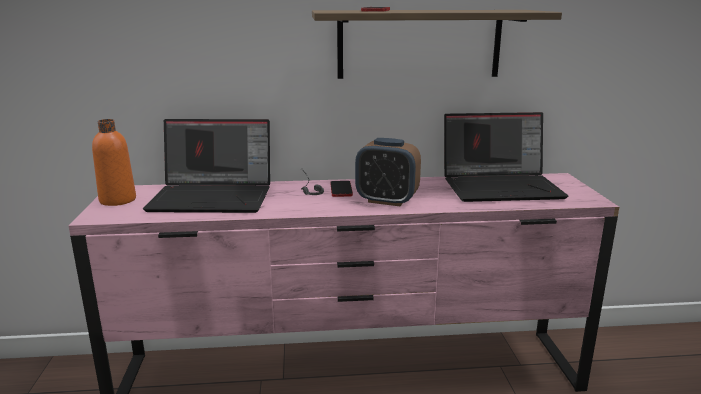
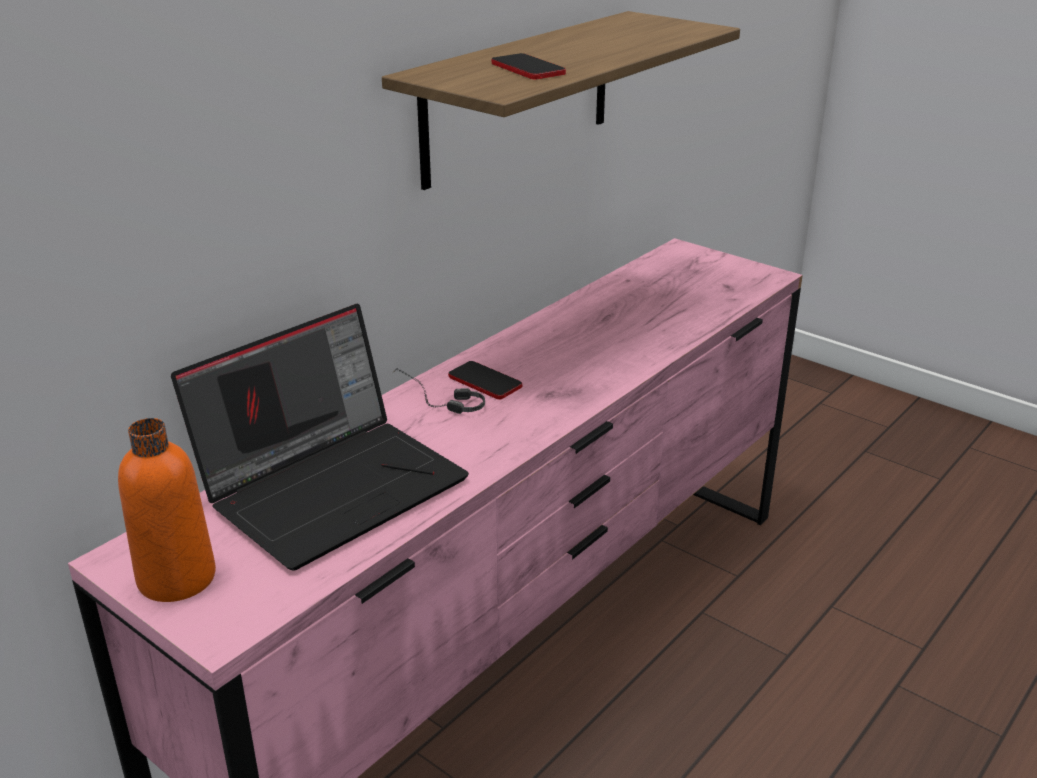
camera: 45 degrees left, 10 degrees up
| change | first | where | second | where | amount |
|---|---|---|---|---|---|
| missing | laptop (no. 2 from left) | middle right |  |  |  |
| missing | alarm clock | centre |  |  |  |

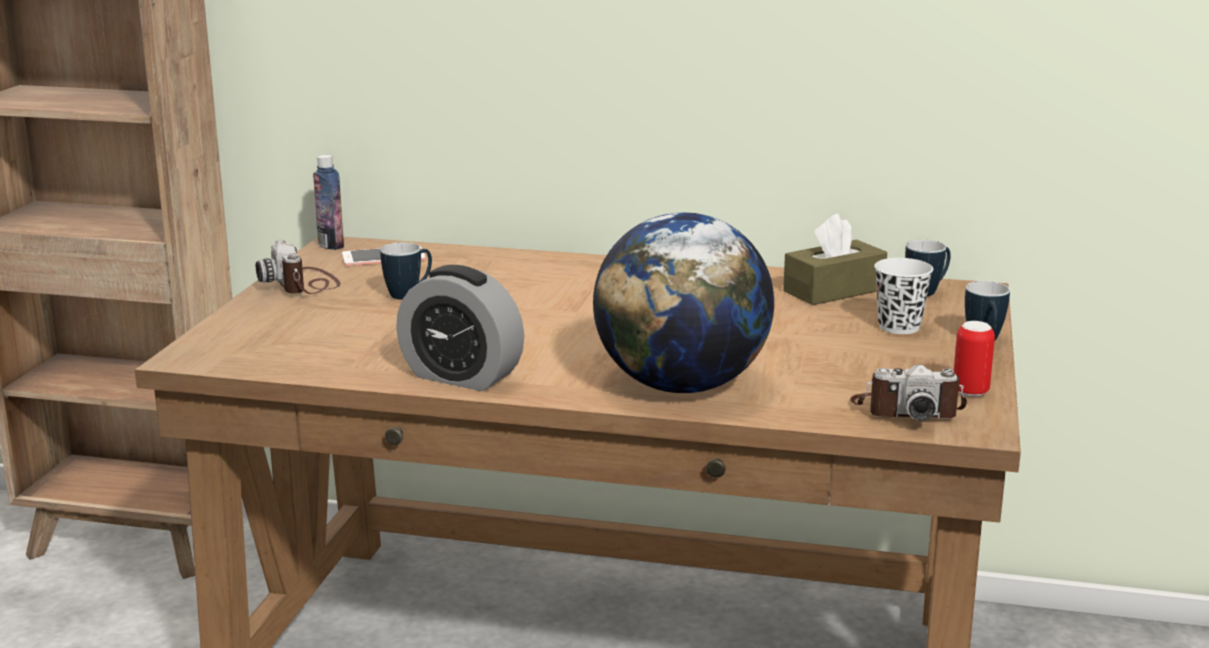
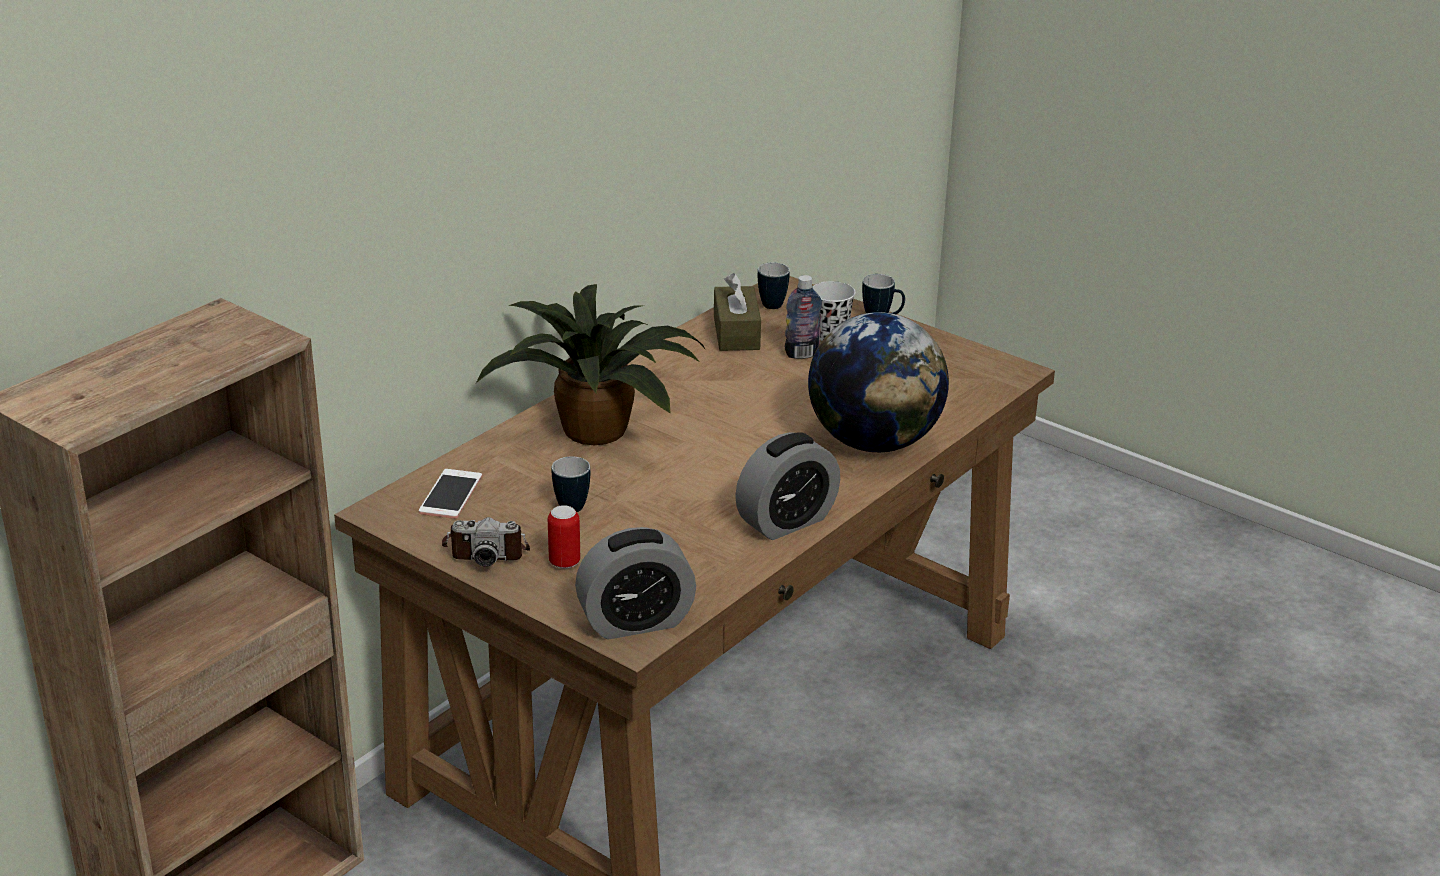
camera: 65 degrees left, 10 degrees up
| change | first | where | second | where | amount |
|---|---|---|---|---|---|
| relocated | bottle | top left |  | centre |  |
| relocated | can | middle right |  | centre |  |
| missing | photo camera (no. 2 from left) | middle right |  |  |  |
| appeared |  |  | potted plant | centre |  |
| appeared |  |  | alarm clock (no. 1 from left) | centre |  |

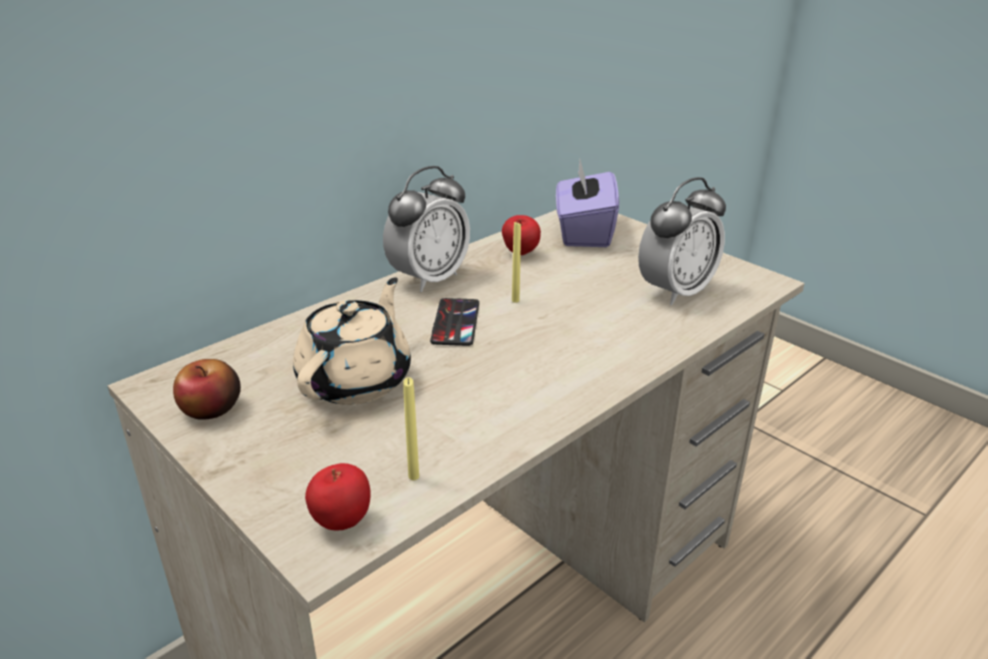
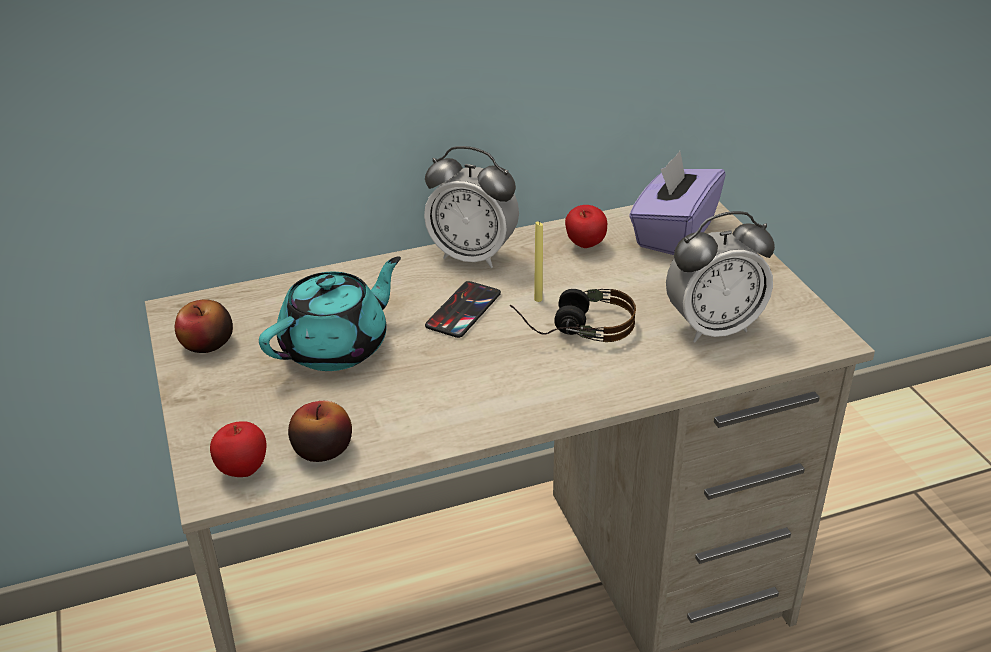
camera: 25 degrees right, 5 degrees up
| change | first | where | second | where | amount |
|---|---|---|---|---|---|
| spun | alarm clock (no. 1 from left) | centre |  | top centre | 45 degrees clockwise |
| colour | beige teapot | centre | turquoise teapot | middle left |  |
| exchanged | yellow candle (no. 1 from left) | centre | apple (no. 3 from left) | middle left |  |
| appeared |  |  | headphones | centre |  |

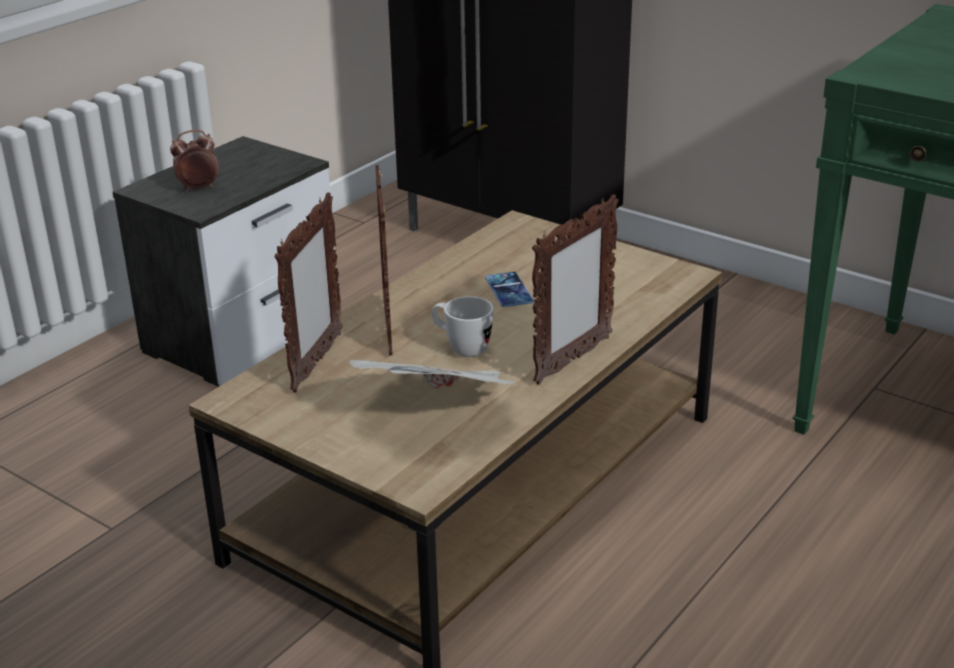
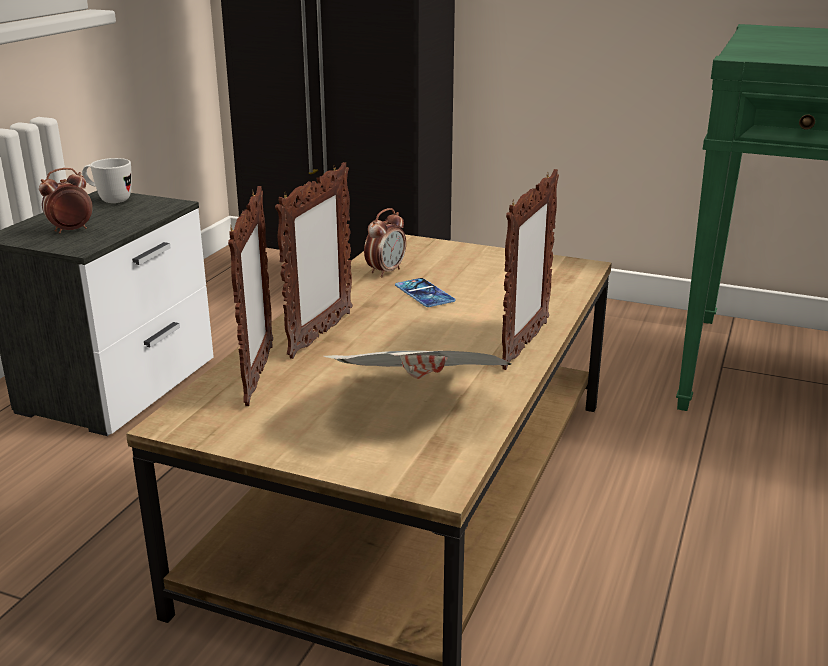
camera: 15 degrees left, 5 degrees down
| change | first | where | second | where | amount |
|---|---|---|---|---|---|
| spun | picture frame (no. 2 from left) | centre |  | centre | 135 degrees counterclockwise |
| relocated | white mug | centre |  | top left |  |
| appeared |  |  | alarm clock (no. 2 from left) | centre |  |

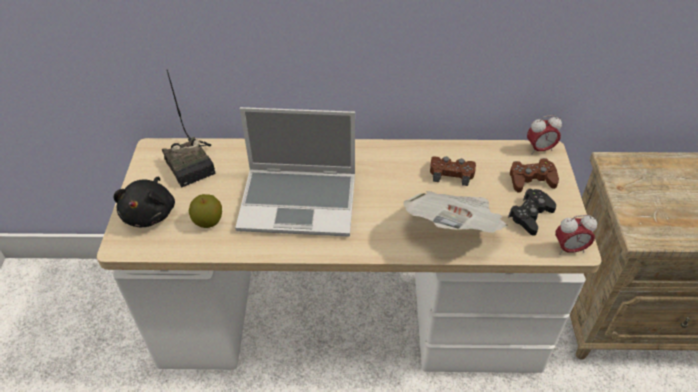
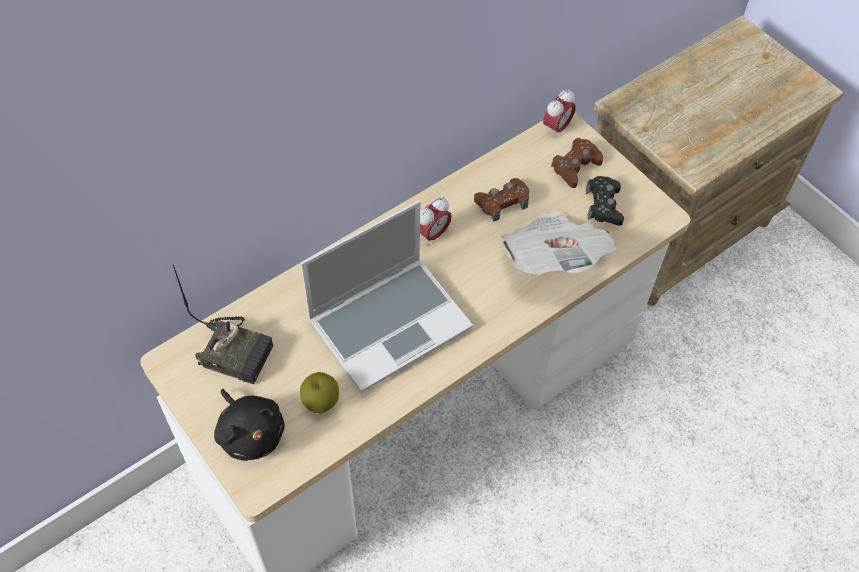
camera: 40 degrees left, 10 degrees up
| change | first | where | second | where | amount |
|---|---|---|---|---|---|
| relocated | alarm clock (no. 2 from left in the first image) | middle right | alarm clock (no. 1 from left) | centre |  |

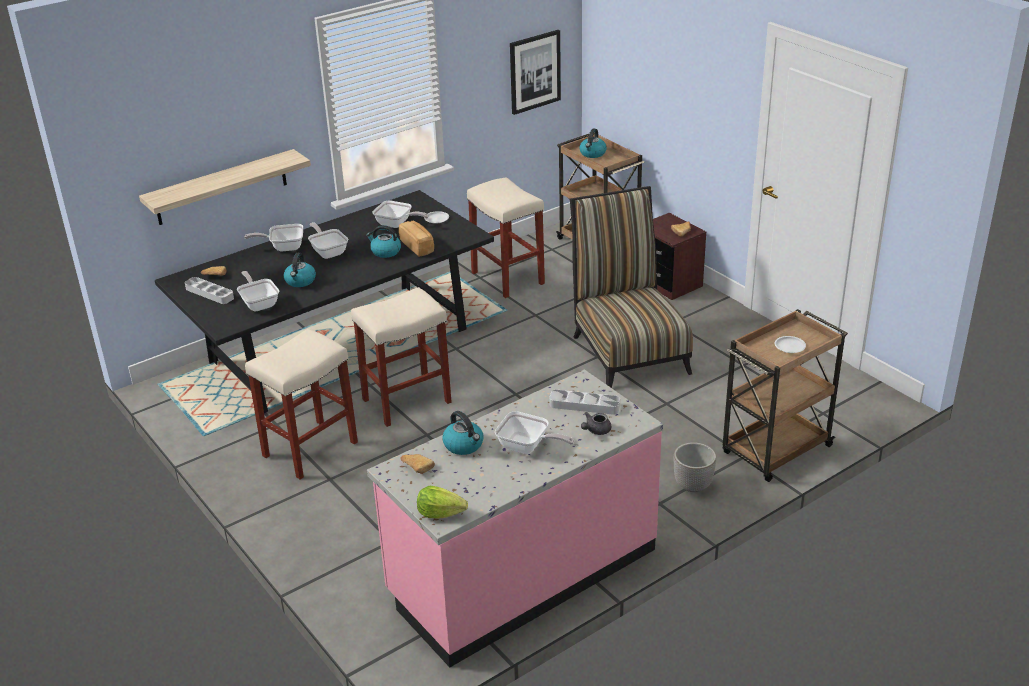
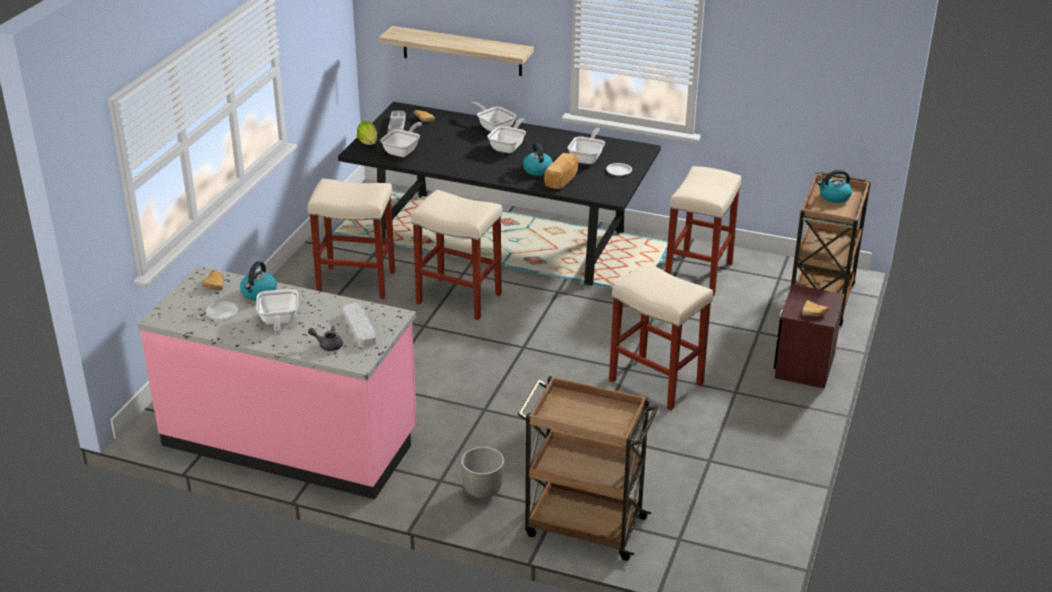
camera: 55 degrees right, 0 degrees up
| change | first | where | second | where | amount |
|---|---|---|---|---|---|
| missing | picture | top centre |  |  |  |
| exchanged | chair | centre | beige stool (no. 3 from left) | centre |  |
| spun | frying pan (no. 4 from left in the first image) | top centre | frying pan (no. 5 from left) | top centre | 150 degrees counterclockwise |
| missing | kettle (no. 1 from left) | middle left |  |  |  |
| relocated | white plate (no. 2 from left in the first image) | middle right | white plate (no. 1 from left) | middle left |  |
| relocated | lettuce | bottom centre |  | top centre |  |

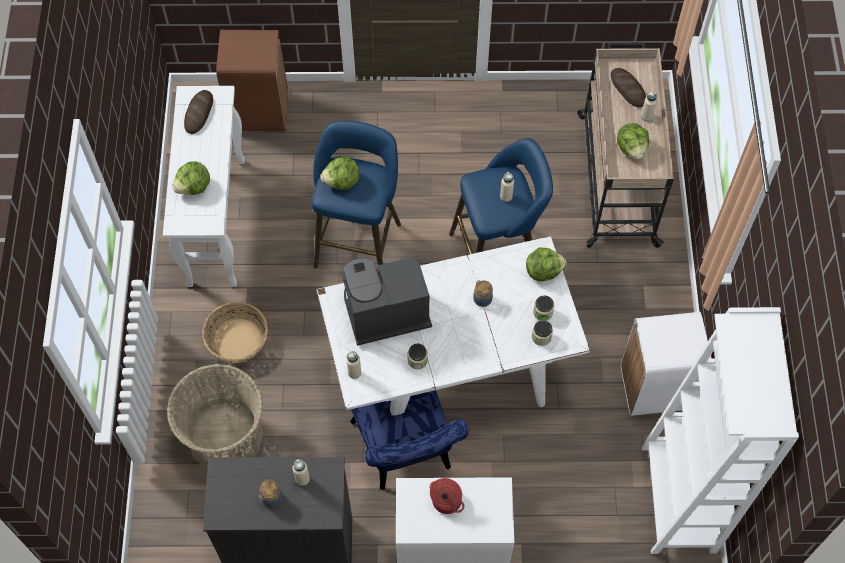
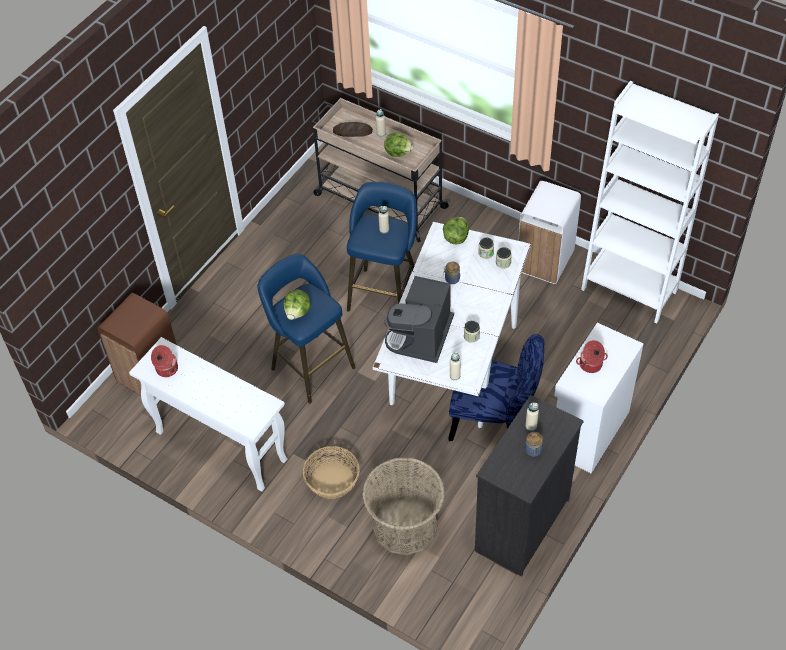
camera: 55 degrees left, 10 degrees down
| change | first | where | second | where | amount |
|---|---|---|---|---|---|
| exchanged | bread (no. 1 from left) | top left | cooking pot (no. 1 from left) | middle left |  |
| missing | lettuce (no. 1 from left) | top left |  |  |  |

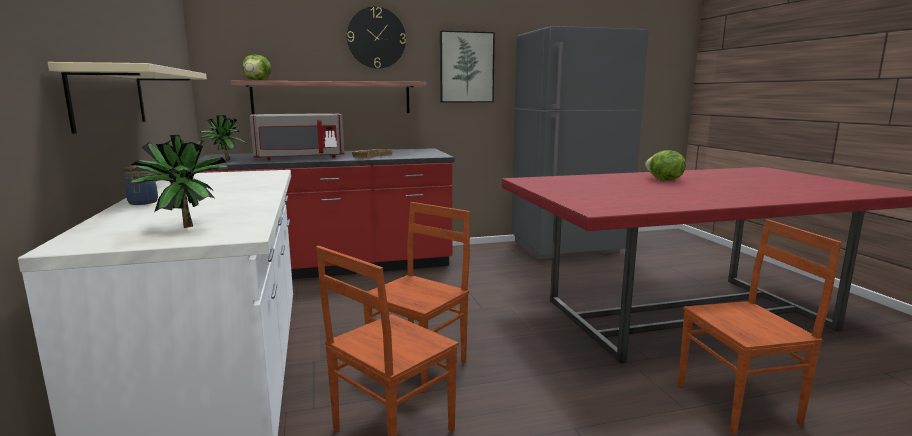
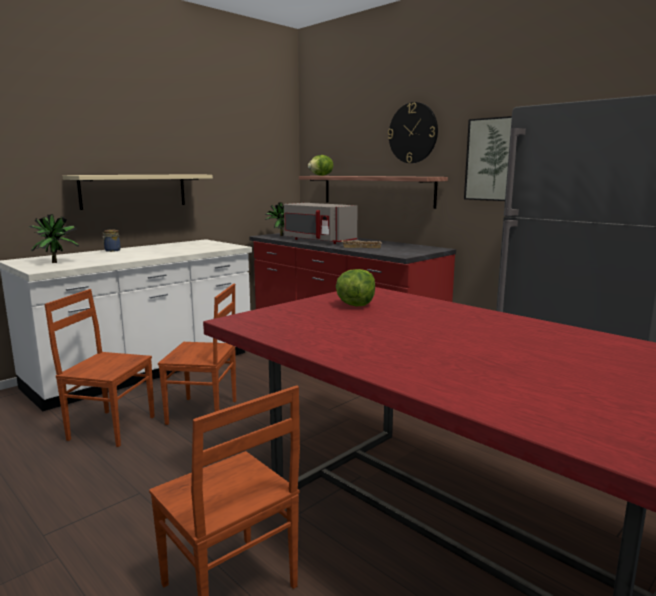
camera: 60 degrees right, 0 degrees up
| change | first | where | second | where | amount |
|---|---|---|---|---|---|
| relocated | lettuce (no. 2 from left) | middle right |  | centre |  |

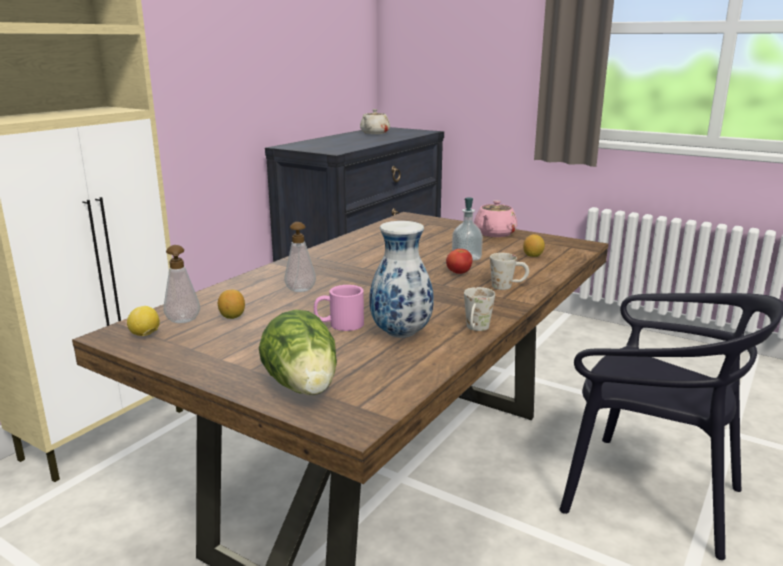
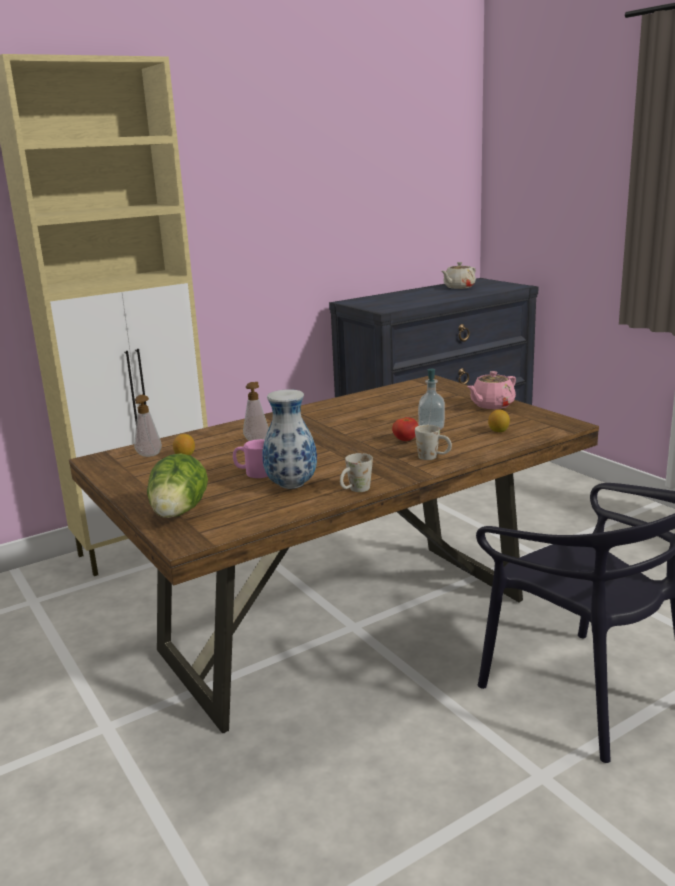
camera: 25 degrees right, 0 degrees up
| change | first | where | second | where | amount |
|---|---|---|---|---|---|
| missing | lemon (no. 1 from left) | middle left |  |  |  |

